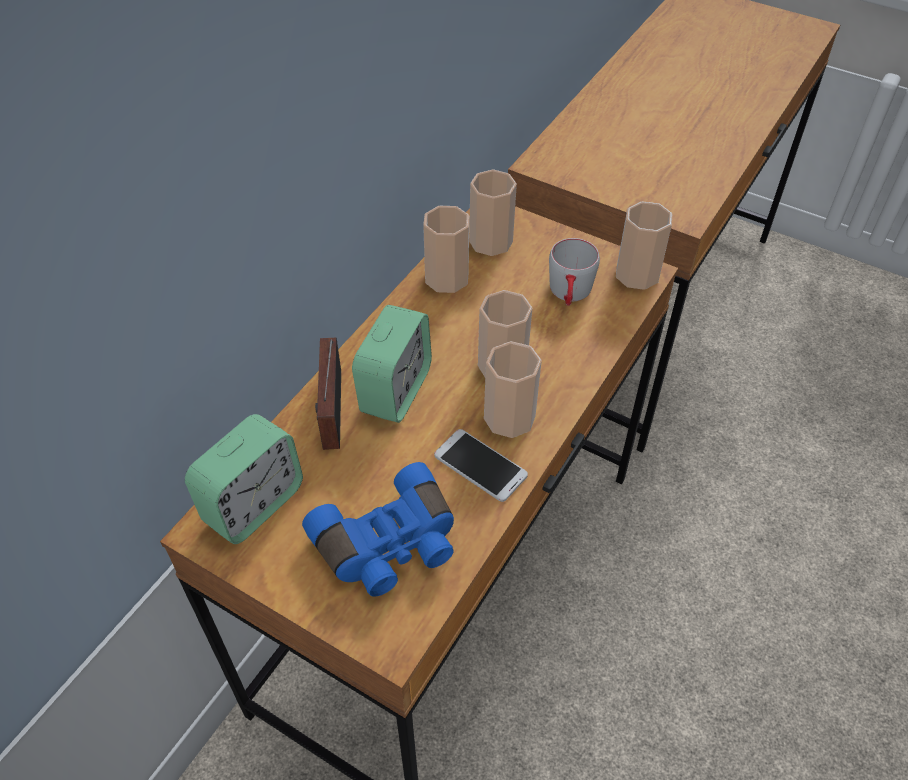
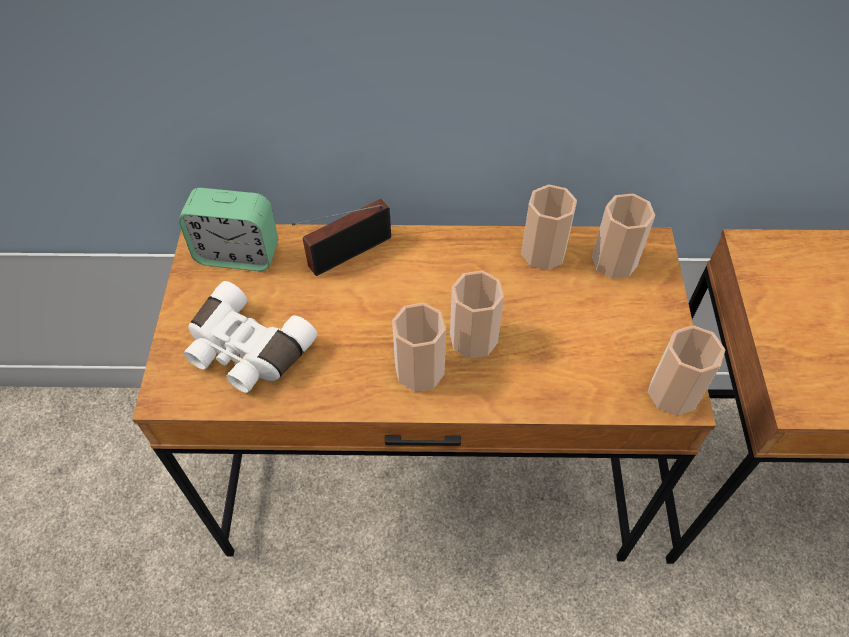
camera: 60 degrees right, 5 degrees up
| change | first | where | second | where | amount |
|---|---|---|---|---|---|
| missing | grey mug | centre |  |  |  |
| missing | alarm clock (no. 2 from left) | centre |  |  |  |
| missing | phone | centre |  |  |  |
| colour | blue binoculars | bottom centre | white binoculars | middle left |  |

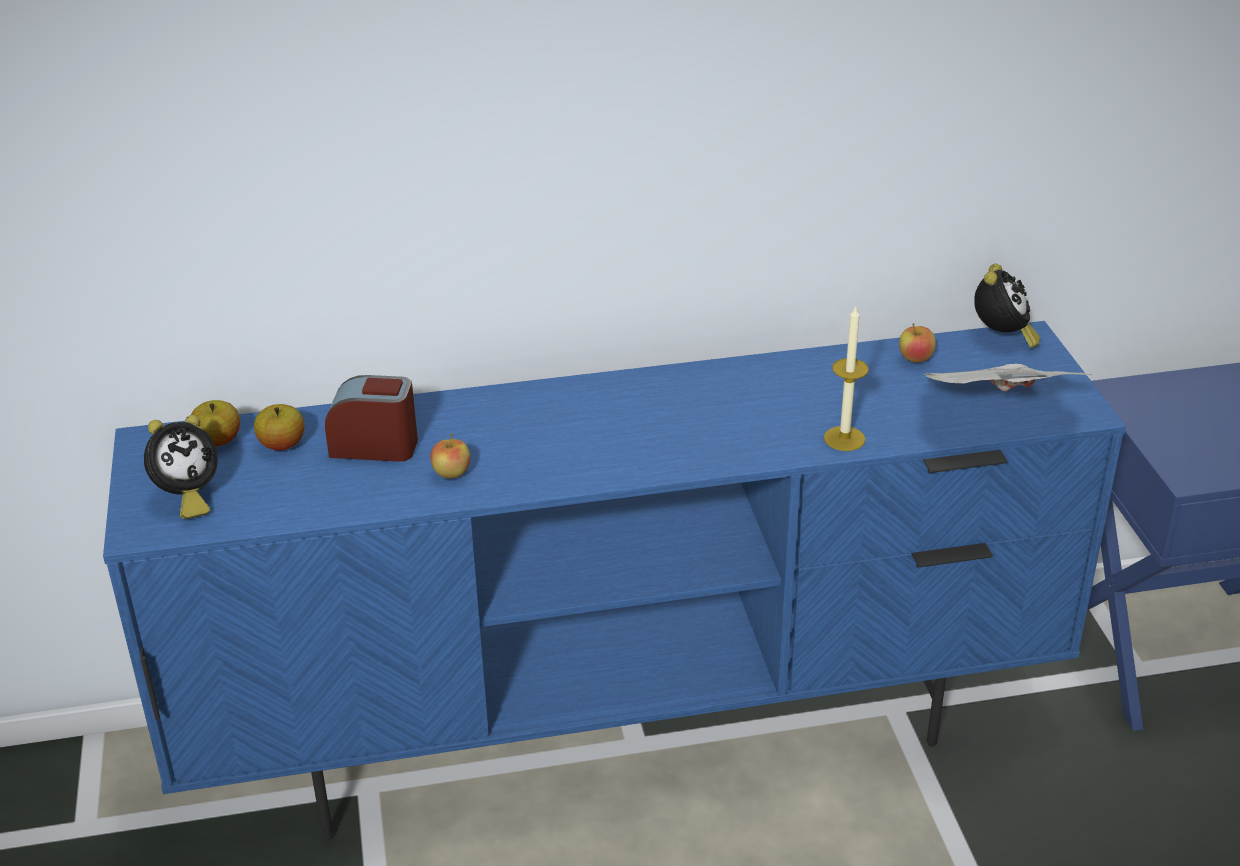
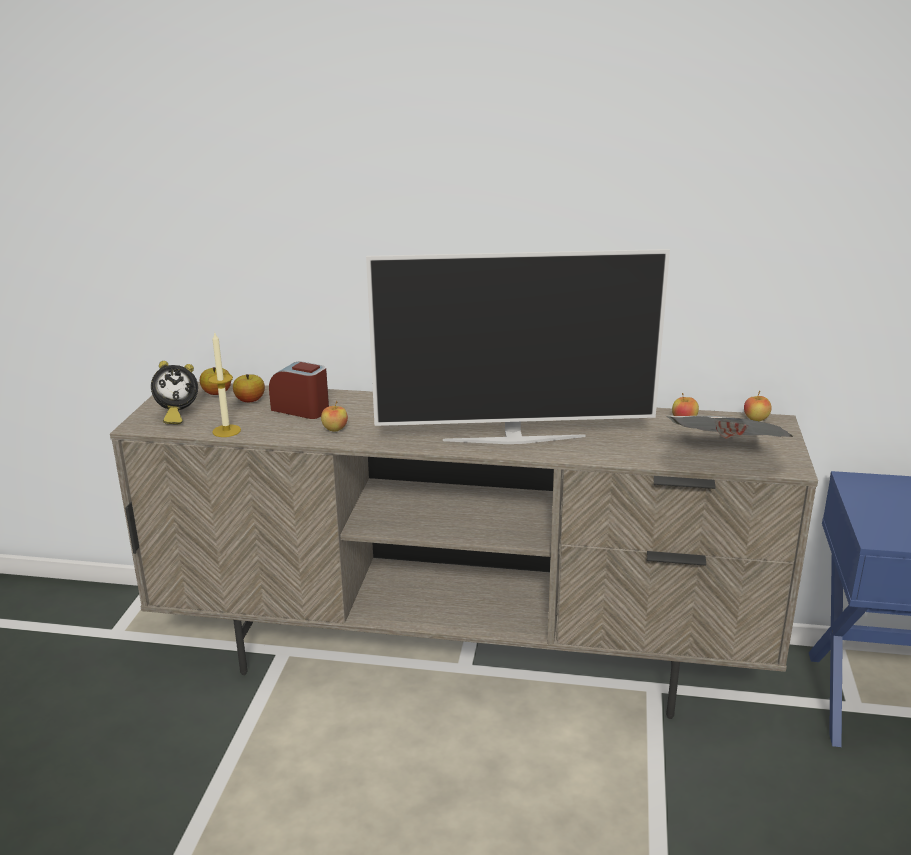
camera: 20 degrees right, 10 degrees down
| change | first | where | second | where | amount |
|---|---|---|---|---|---|
| exchanged | alarm clock (no. 3 from left) | middle right | apple (no. 5 from left) | middle right |  |
| relocated | candle | middle right |  | middle left |  |
| colour | blue tv stand | bottom centre | beige tv stand | centre |  |
| appeared |  |  | television | centre |  |

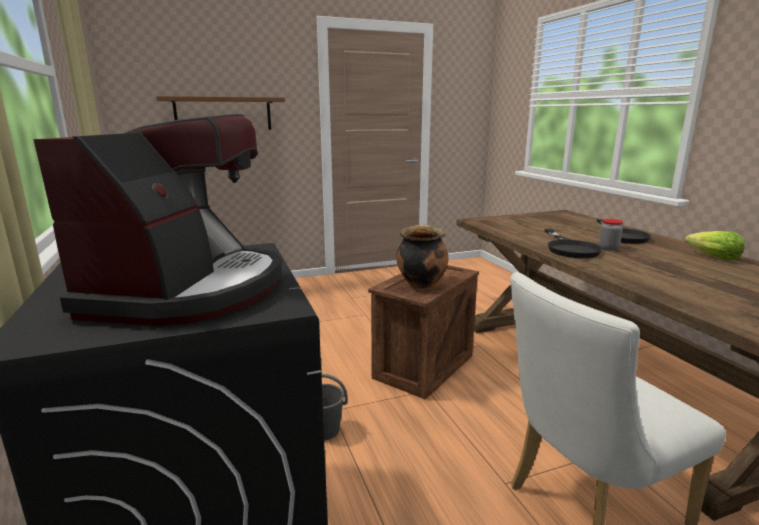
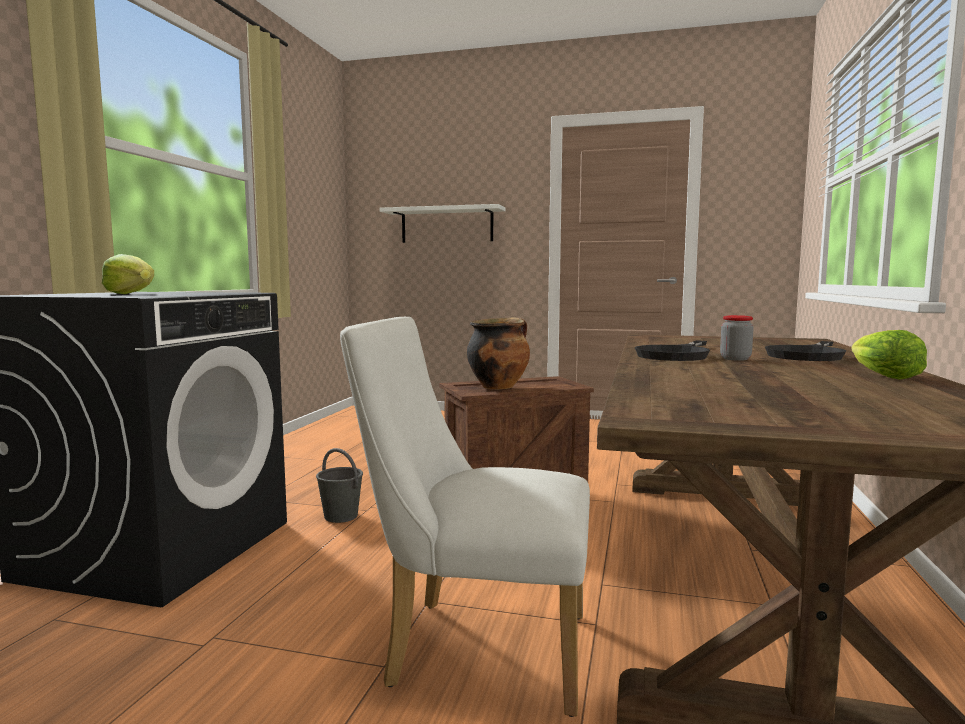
camera: 35 degrees right, 10 degrees down
| change | first | where | second | where | amount |
|---|---|---|---|---|---|
| colour | brown shelf | top left | white shelf | top centre |  |
| exchanged | coffee machine | middle left | lettuce (no. 1 from left) | middle left |  |

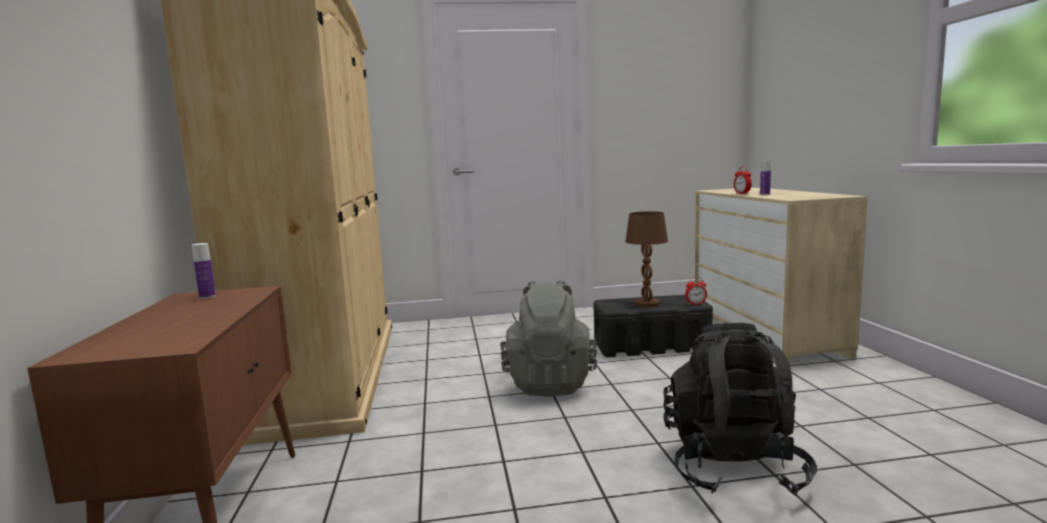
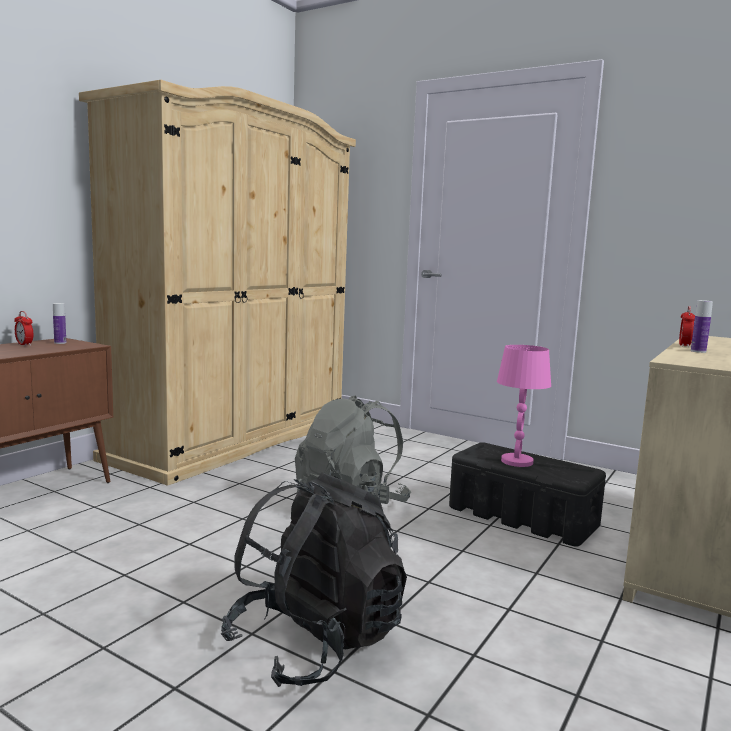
camera: 40 degrees right, 0 degrees up
| change | first | where | second | where | amount |
|---|---|---|---|---|---|
| colour | brown table lamp | centre | pink table lamp | middle right |  |
| relocated | alarm clock (no. 1 from left) | centre |  | middle left |  |

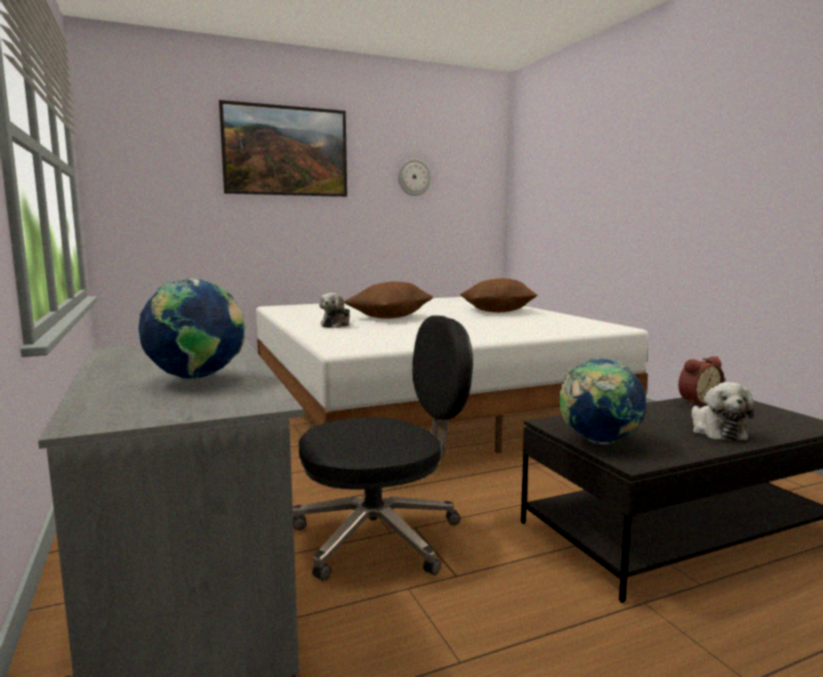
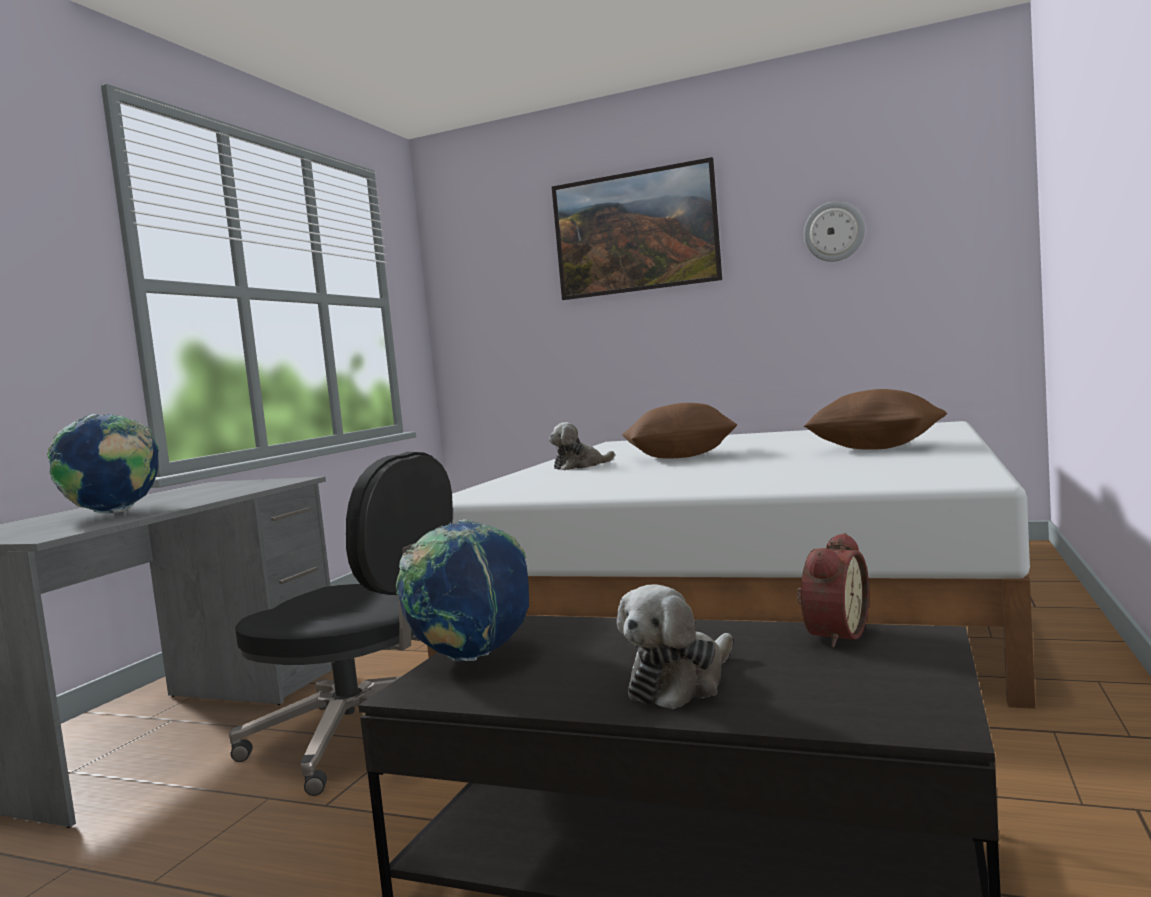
camera: 45 degrees right, 5 degrees down
| change | first | where | second | where | amount |
|---|---|---|---|---|---|
| spun | alarm clock | middle right |  | middle right | 75 degrees counterclockwise |

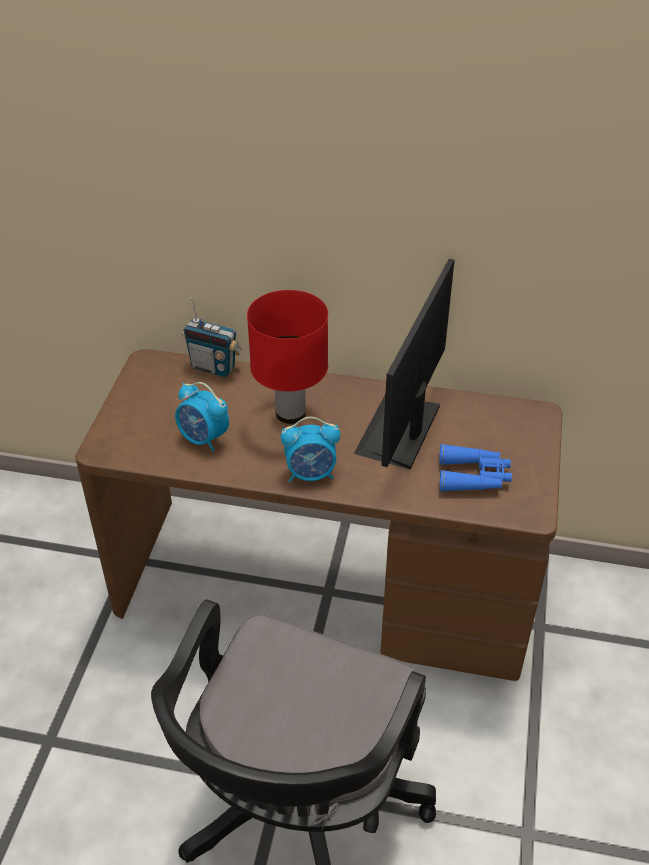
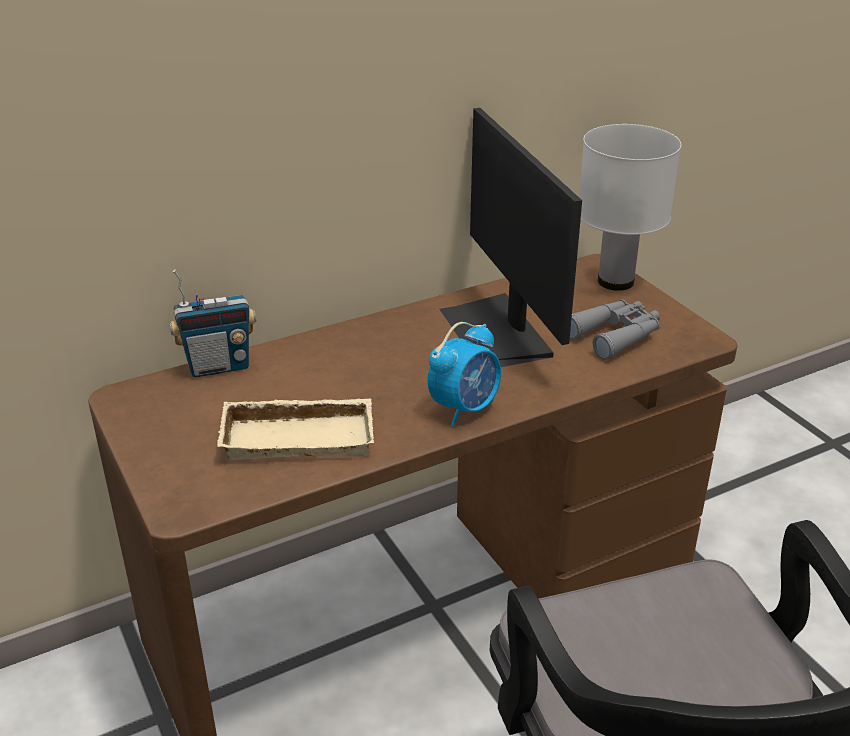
camera: 40 degrees left, 10 degrees down
| change | first | where | second | where | amount |
|---|---|---|---|---|---|
| missing | red table lamp | centre |  |  |  |
| exchanged | alarm clock (no. 1 from left) | middle left | beige tray | centre |  |
| colour | blue binoculars | middle right | grey binoculars | middle right |  |
| appeared |  |  | white table lamp | top right |  |

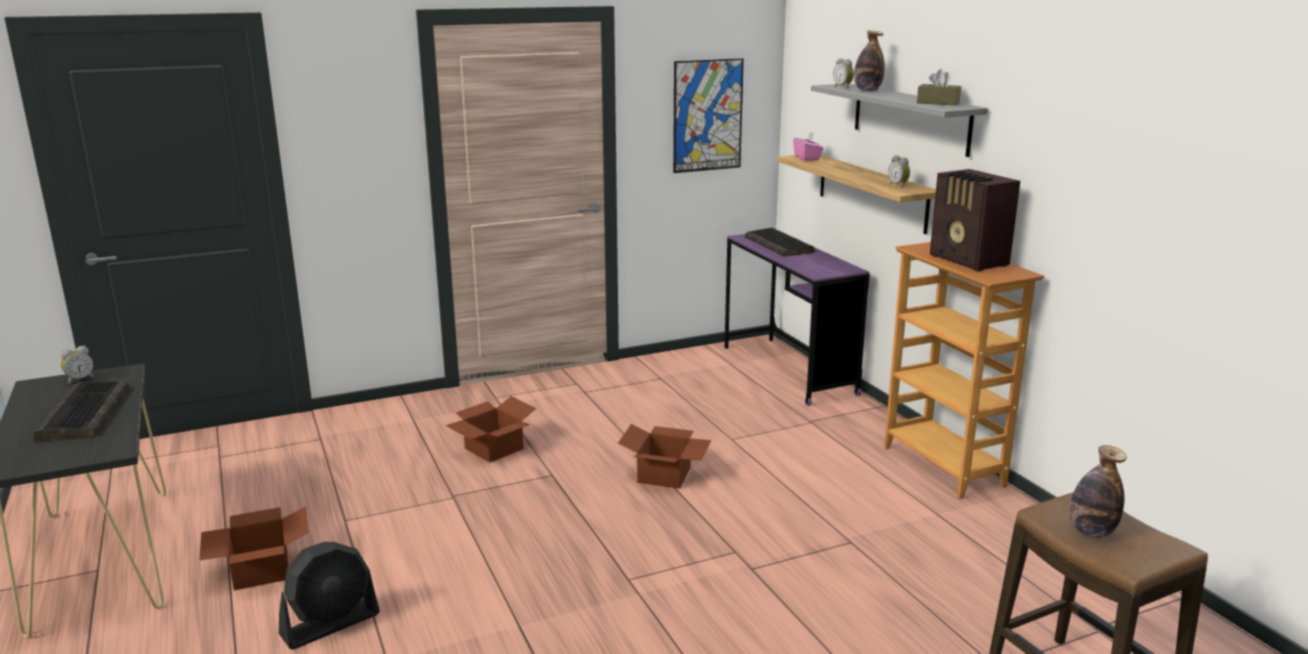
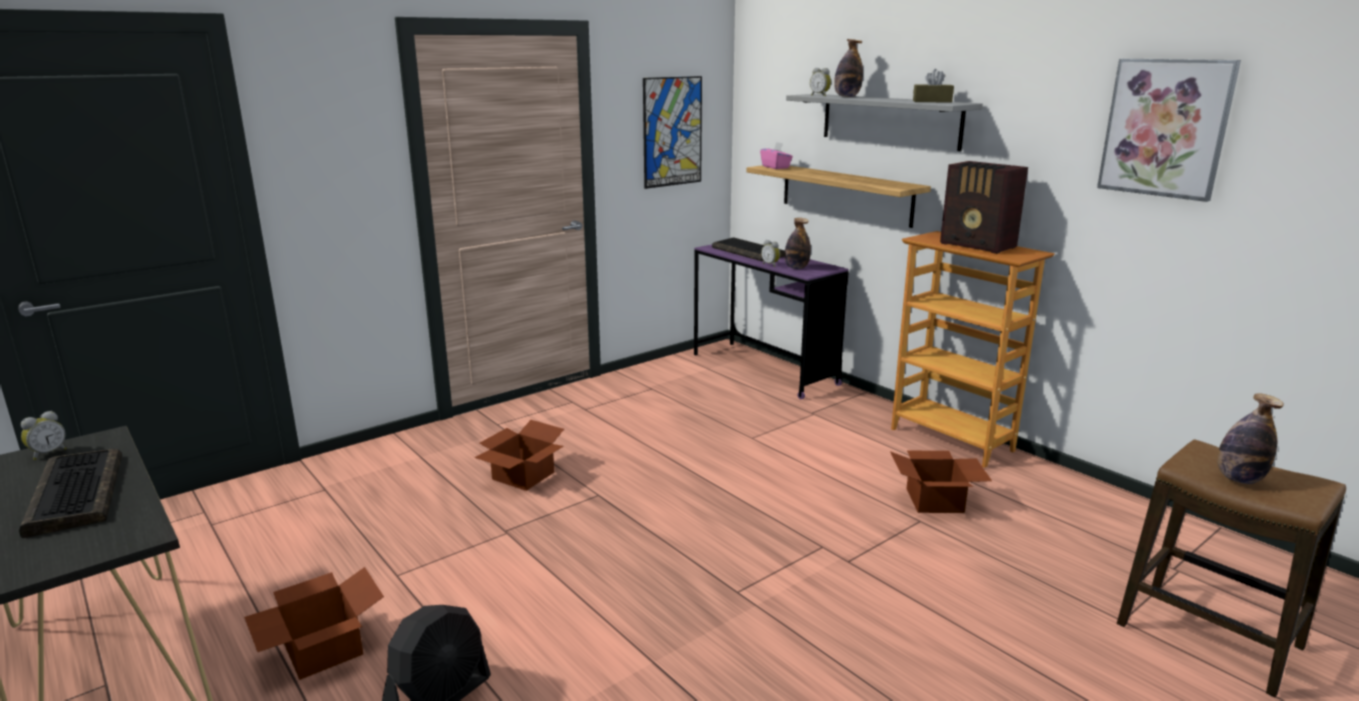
camera: 15 degrees left, 0 degrees up
| change | first | where | second | where | amount |
|---|---|---|---|---|---|
| relocated | alarm clock (no. 3 from left in the first image) | top right | alarm clock (no. 2 from left) | centre |  |
| relocated | cardboard box (no. 3 from left) | bottom centre |  | bottom right |  |
| appeared |  |  | picture (no. 2 from left) | top right |  |
| appeared |  |  | bottle (no. 1 from left) | centre |  |

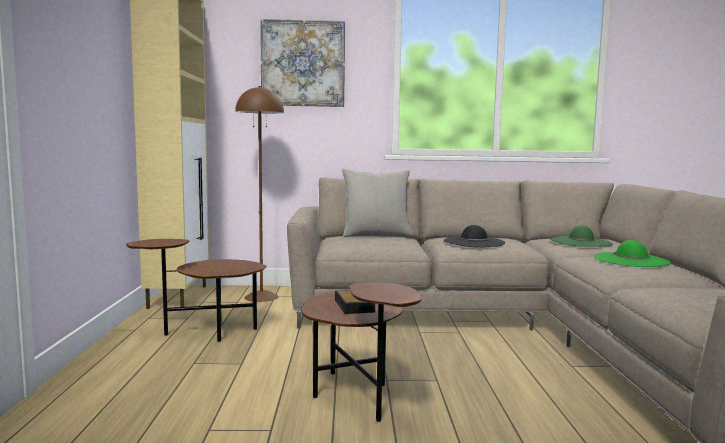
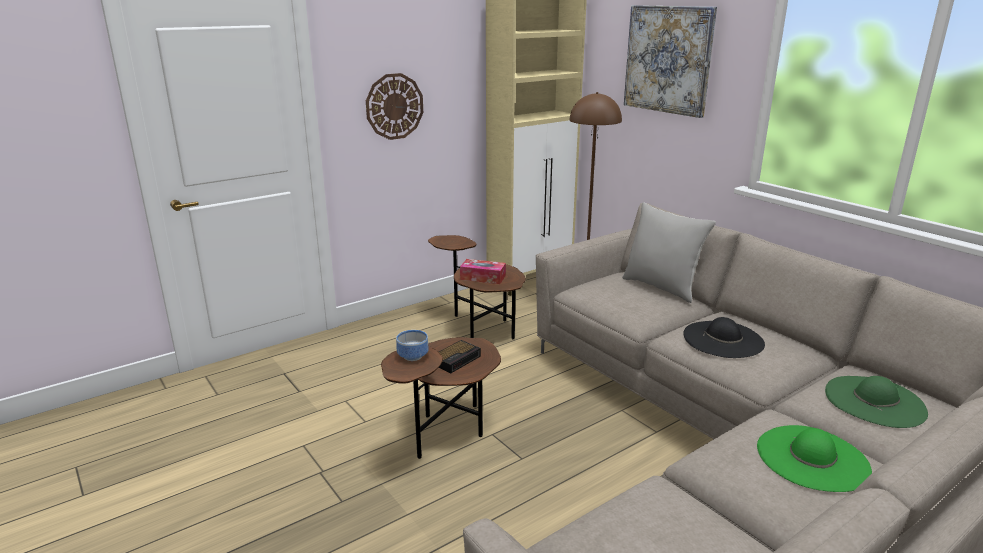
camera: 55 degrees right, 15 degrees up
| change | first | where | second | where | amount |
|---|---|---|---|---|---|
| appeared |  |  | wall clock | top centre |  |
| appeared |  |  | tissue box | centre |  |
| appeared |  |  | bowl | centre |  |

